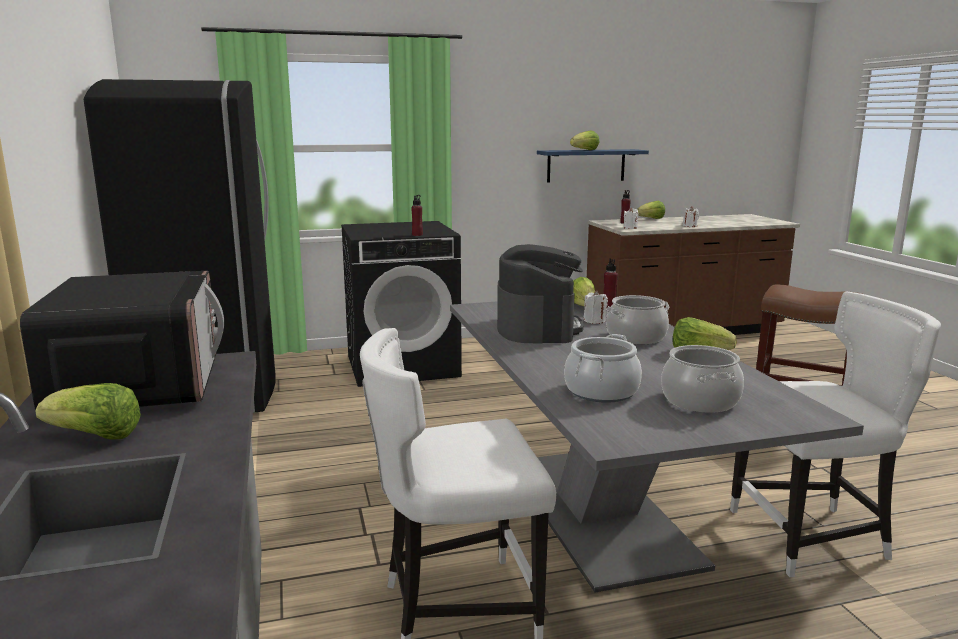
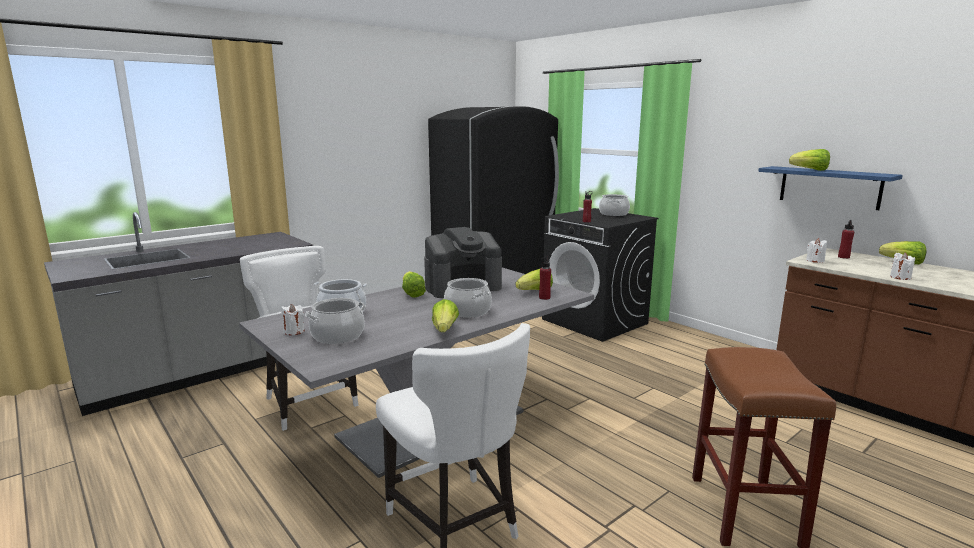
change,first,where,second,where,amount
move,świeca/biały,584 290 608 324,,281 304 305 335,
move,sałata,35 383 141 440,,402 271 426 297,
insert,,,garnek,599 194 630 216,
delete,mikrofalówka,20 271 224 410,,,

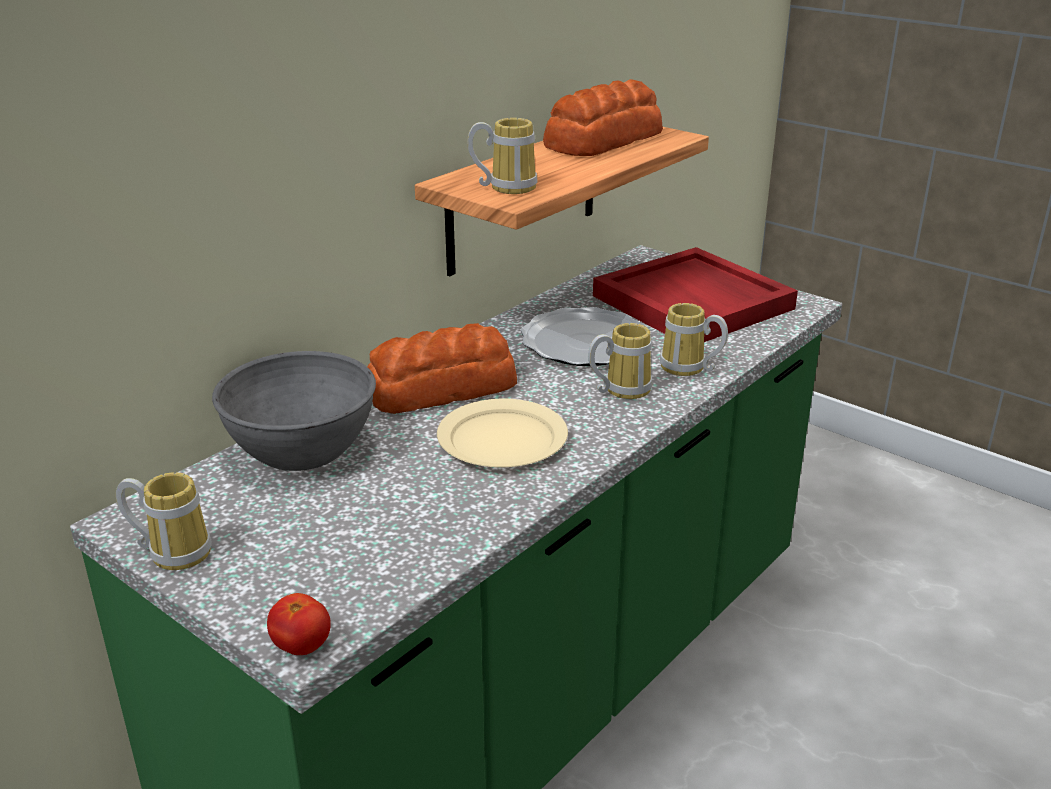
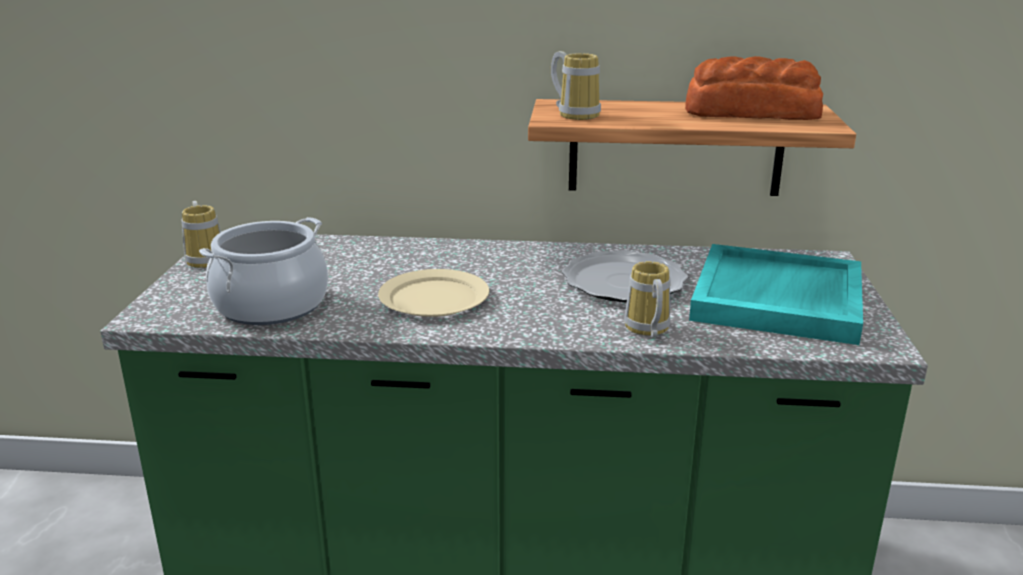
change,first,where,second,where,amount
insert,,,garnek,199 217 328 325,
recolor,taca/czerwony,593 247 798 342,taca/turkusowy,689 244 863 345,
delete,miska/szary,212 351 376 471,,,
delete,pomidor,267 593 331 655,,,
delete,chleb,368 323 517 414,,,
delete,kubek,588 323 652 399,,,

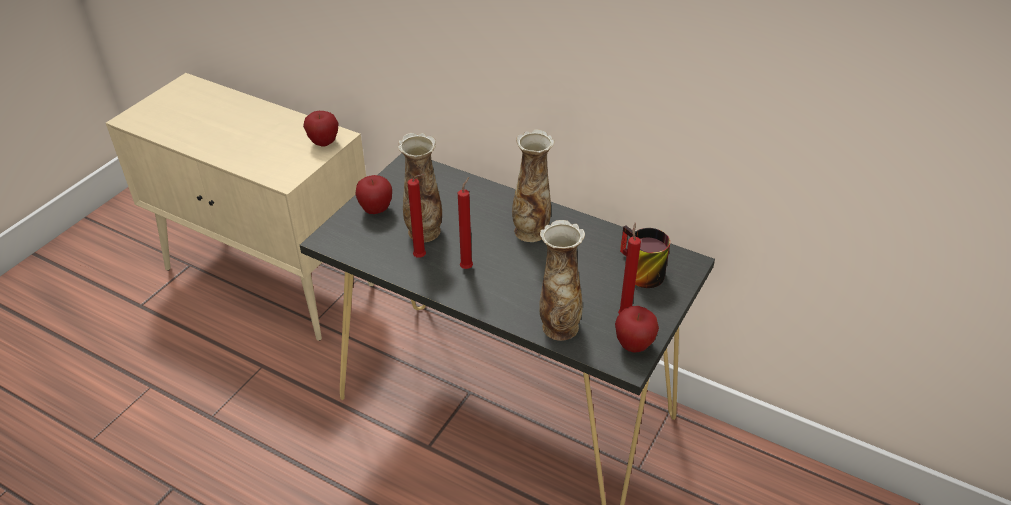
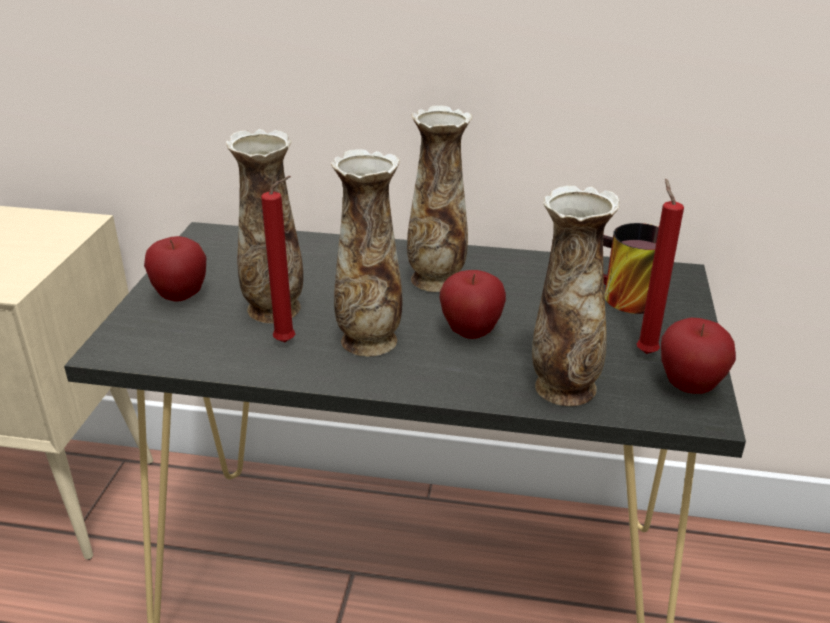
change,first,where,second,where,amount
replace,świeca/czerwony,458 177 473 269,wazon,331 149 402 356,
move,jabłko,303 111 339 147,,440 270 506 339,

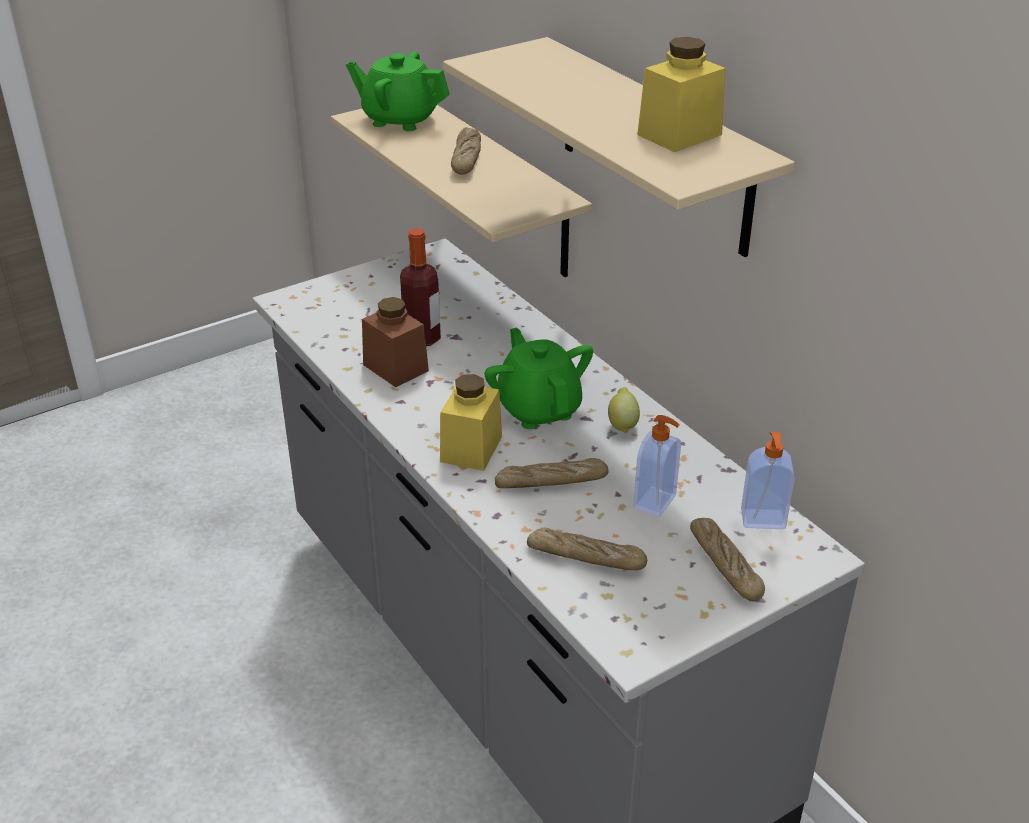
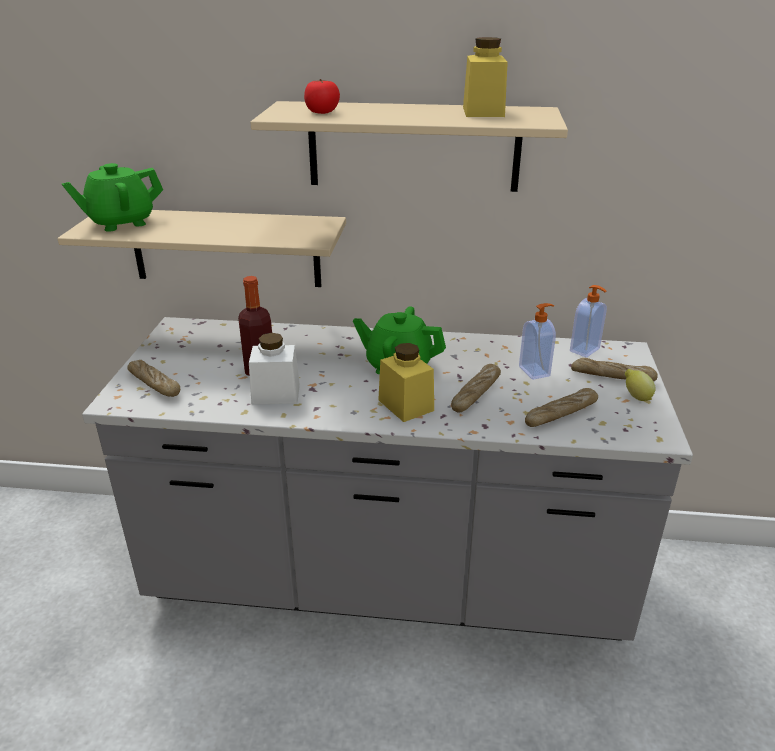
change,first,where,second,where,amount
move,chleb,451 127 481 175,,127 360 180 397,
recolor,słoik/brązowy,362 297 429 387,słoik/biały,249 333 300 405,
insert,,,pomidor,304 79 340 114,
move,cytryna,608 387 640 433,,625 369 655 401,

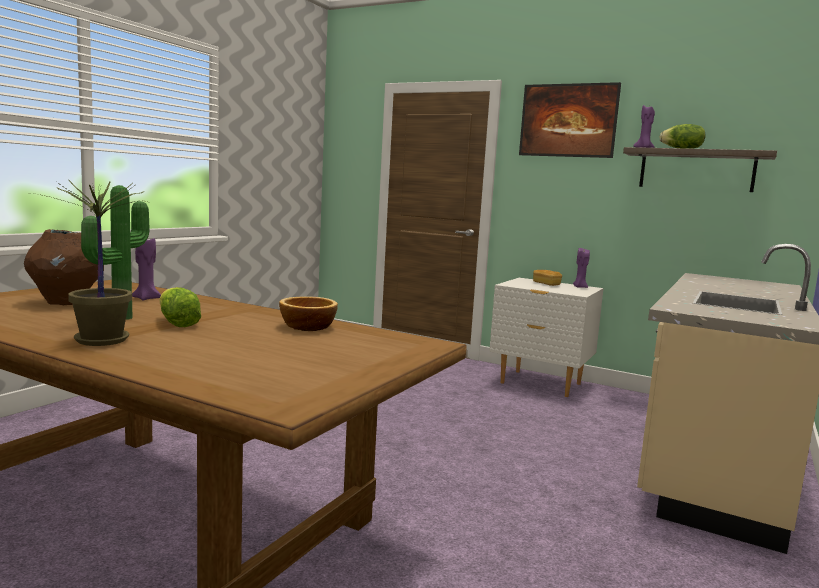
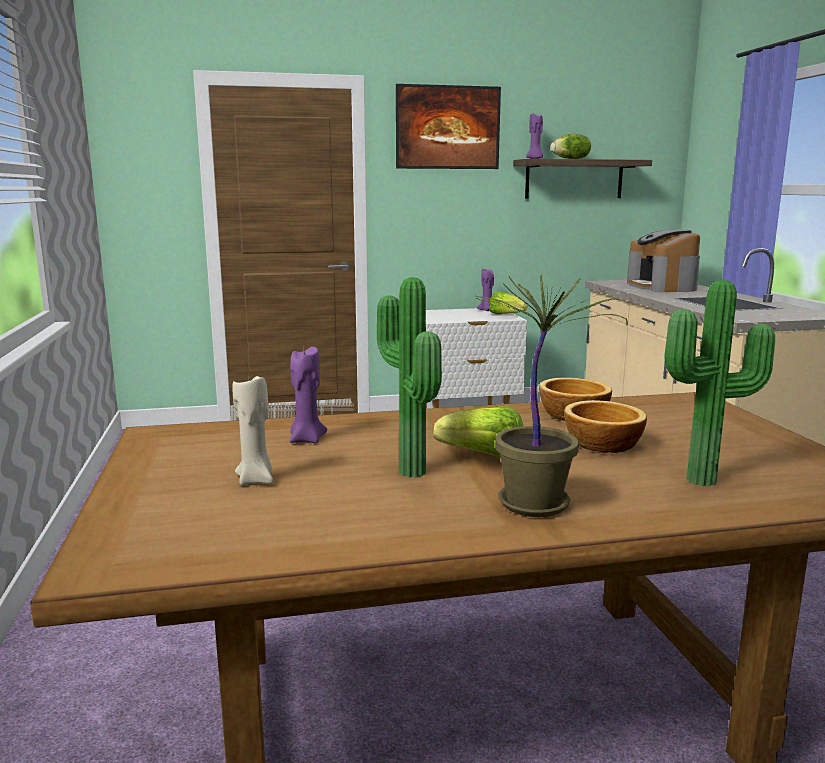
change,first,where,second,where,amount
replace,wazon/brązowy,24 229 104 305,świeca/beżowy,233 376 274 486,
insert,,,sałata,489 291 527 314,
insert,,,miska,564 400 647 453,
insert,,,ekspres do kawy,627 229 700 292,
insert,,,roślina doniczkowa,664 280 775 486,
delete,chleb,533 270 562 286,,,

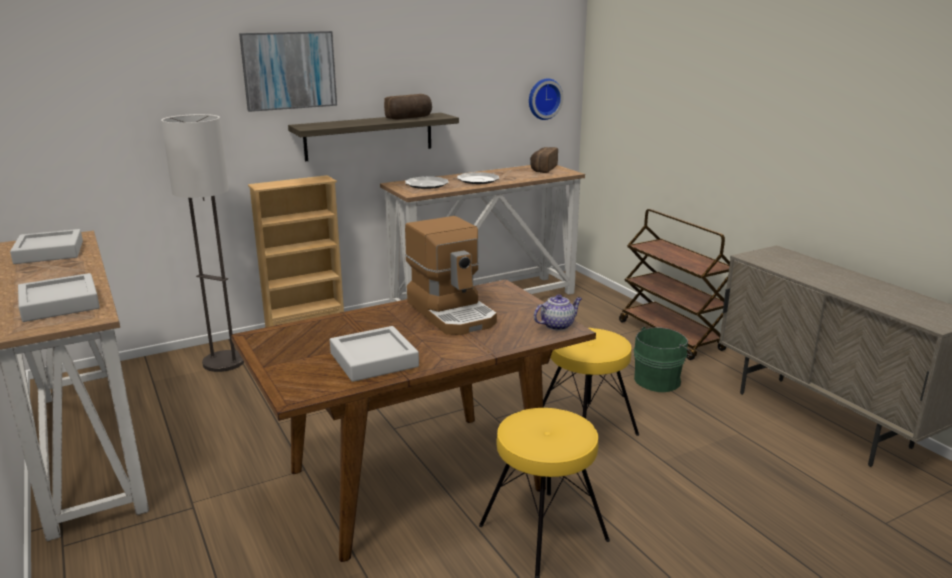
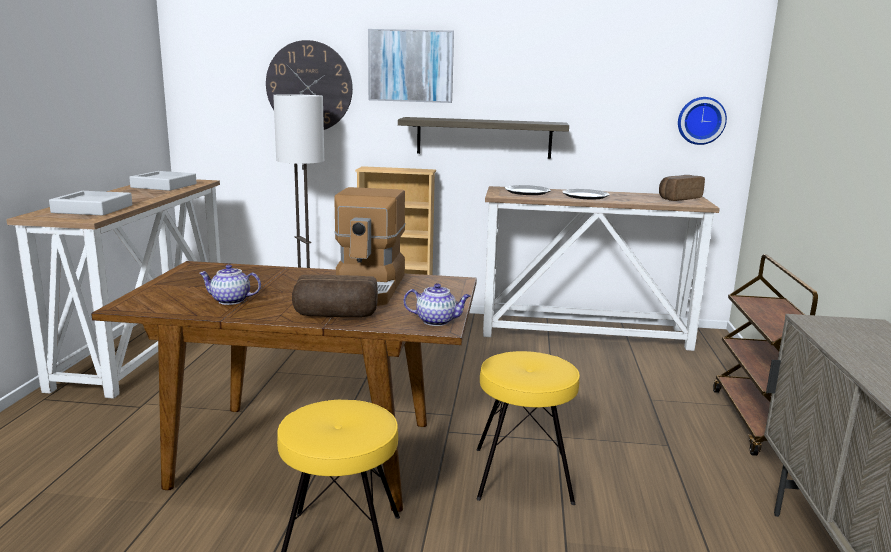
change,first,where,second,where,amount
replace,taca/szary,330 326 419 382,imbryk,199 265 261 305,
insert,,,zegar ścienny,266 40 353 130,
move,chleb,384 94 432 119,,292 275 378 318,
delete,wiadro/zielony,634 327 692 392,,,

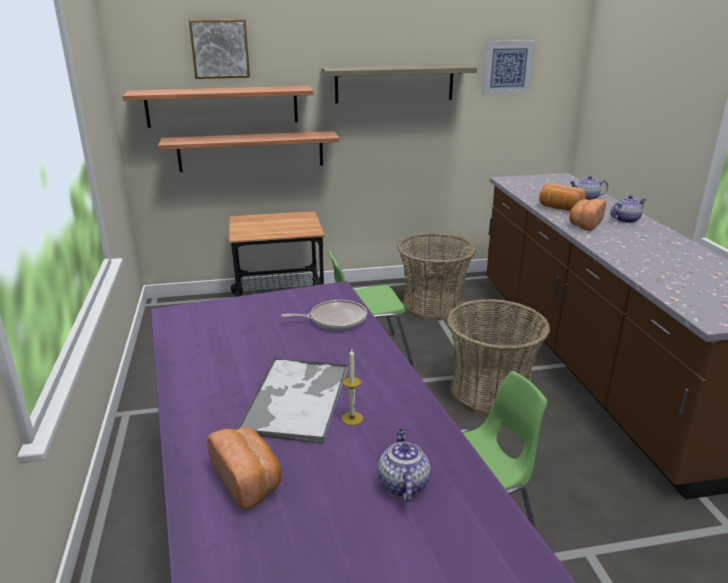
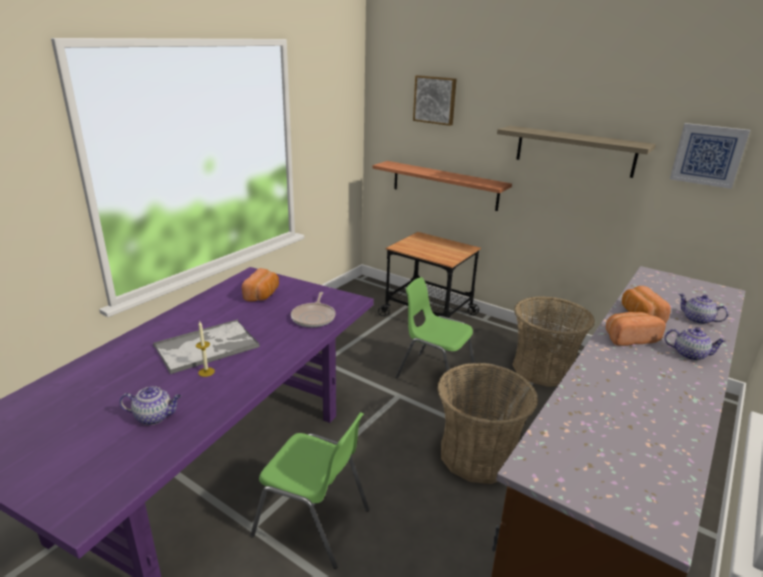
change,first,where,second,where,amount
rotate,imbryk,378 429 430 502,,119 386 181 425,45 degrees clockwise
move,chleb,207 428 281 510,,242 268 279 302,
rotate,patelnia,281 300 367 331,,291 292 336 328,60 degrees clockwise
delete,półka,123 86 313 128,,,

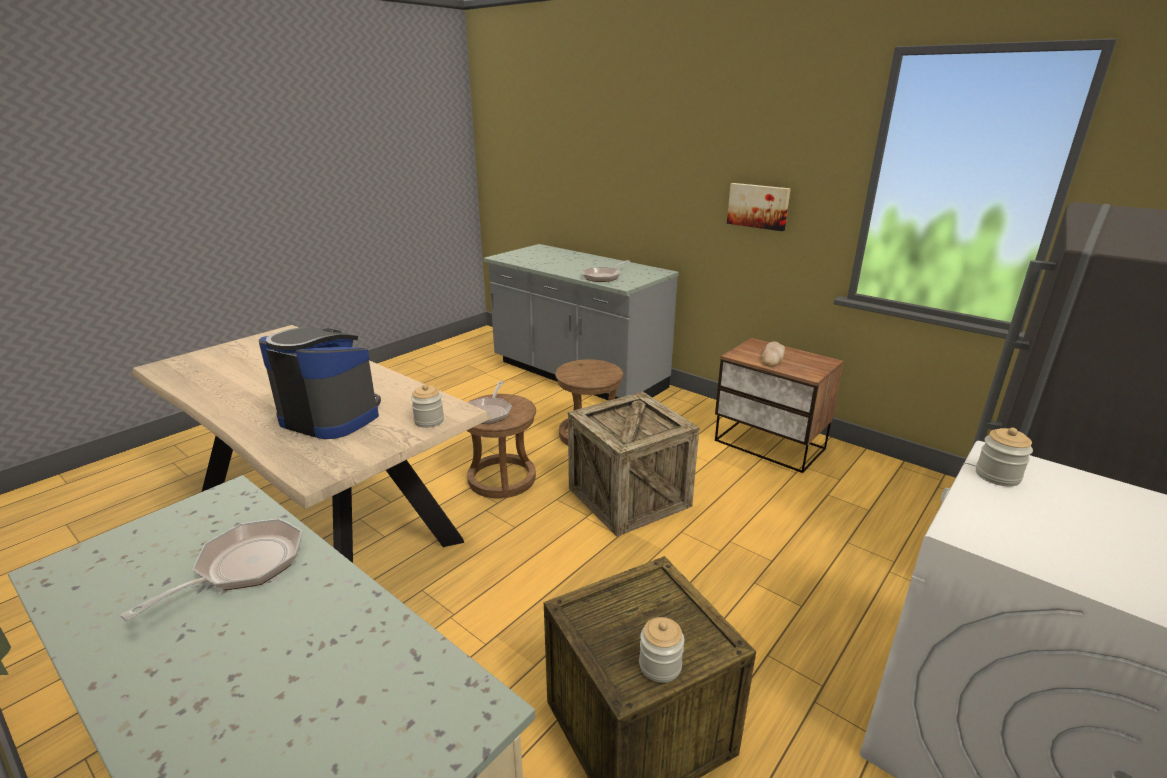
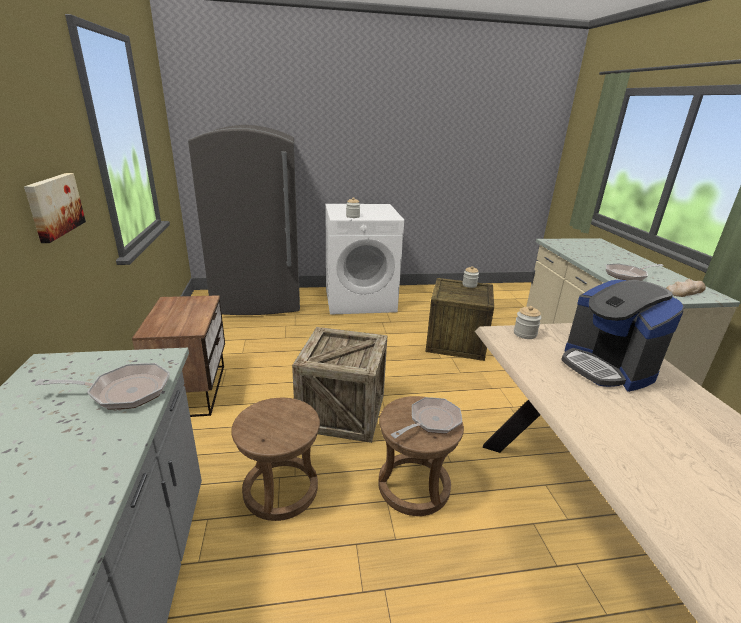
change,first,where,second,where,amount
move,chleb,761 341 785 367,,666 279 706 297,

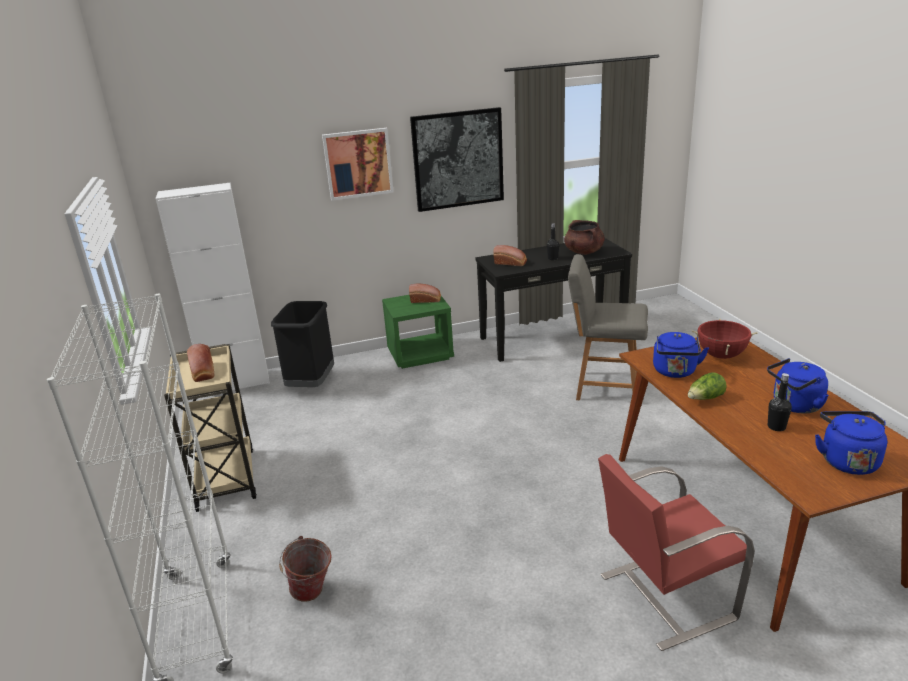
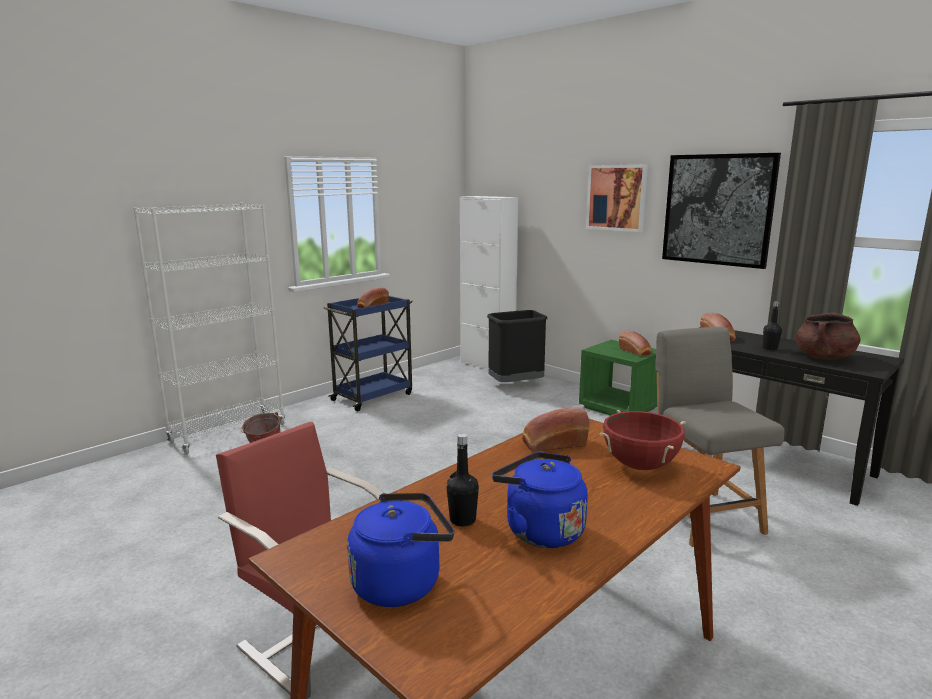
change,first,where,second,where,amount
recolor,wózek/beżowy,164 344 257 512,wózek/niebieski,323 296 413 412,
replace,czajnik/niebieski,653 332 709 378,chleb,522 407 590 452,
delete,sałata,688 372 727 400,,,

